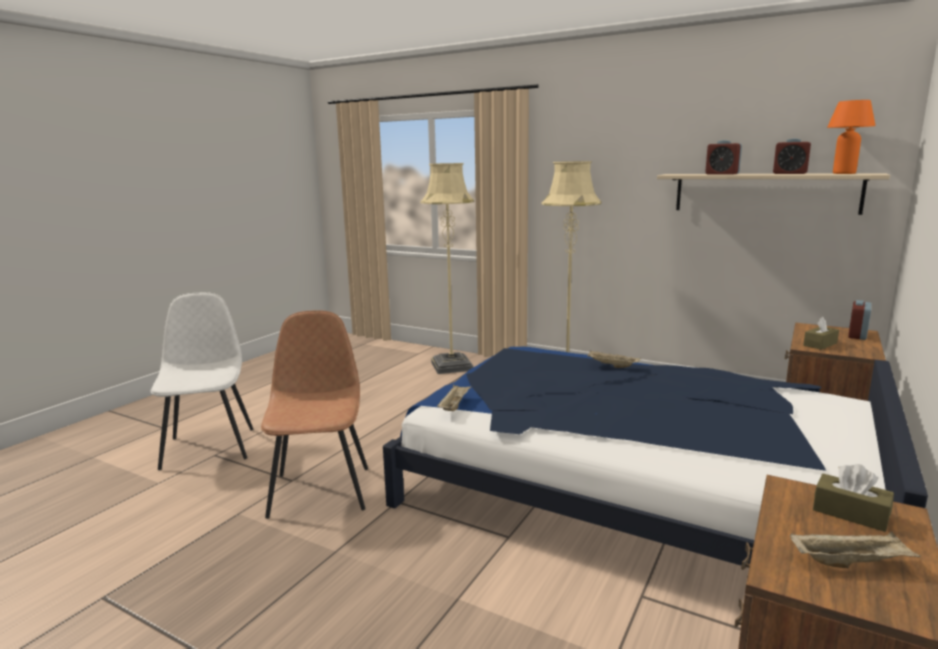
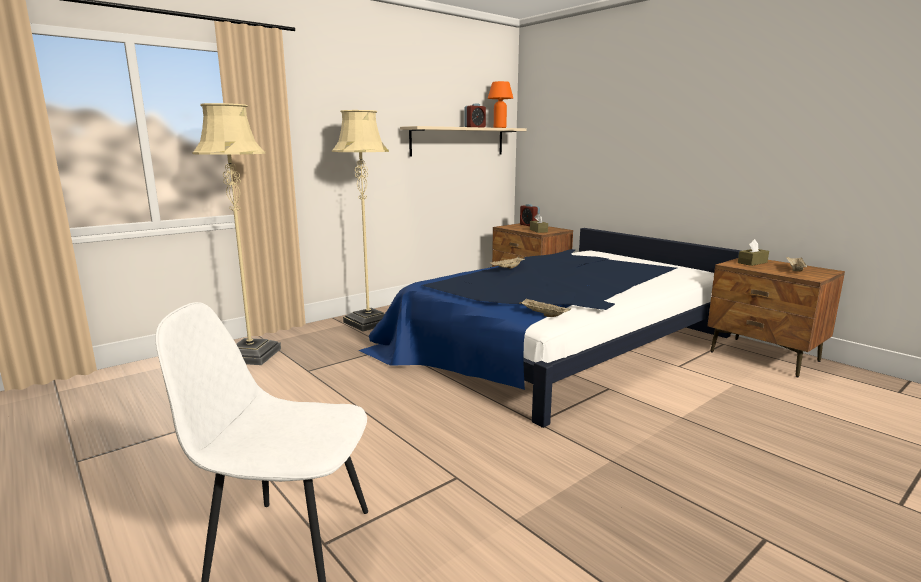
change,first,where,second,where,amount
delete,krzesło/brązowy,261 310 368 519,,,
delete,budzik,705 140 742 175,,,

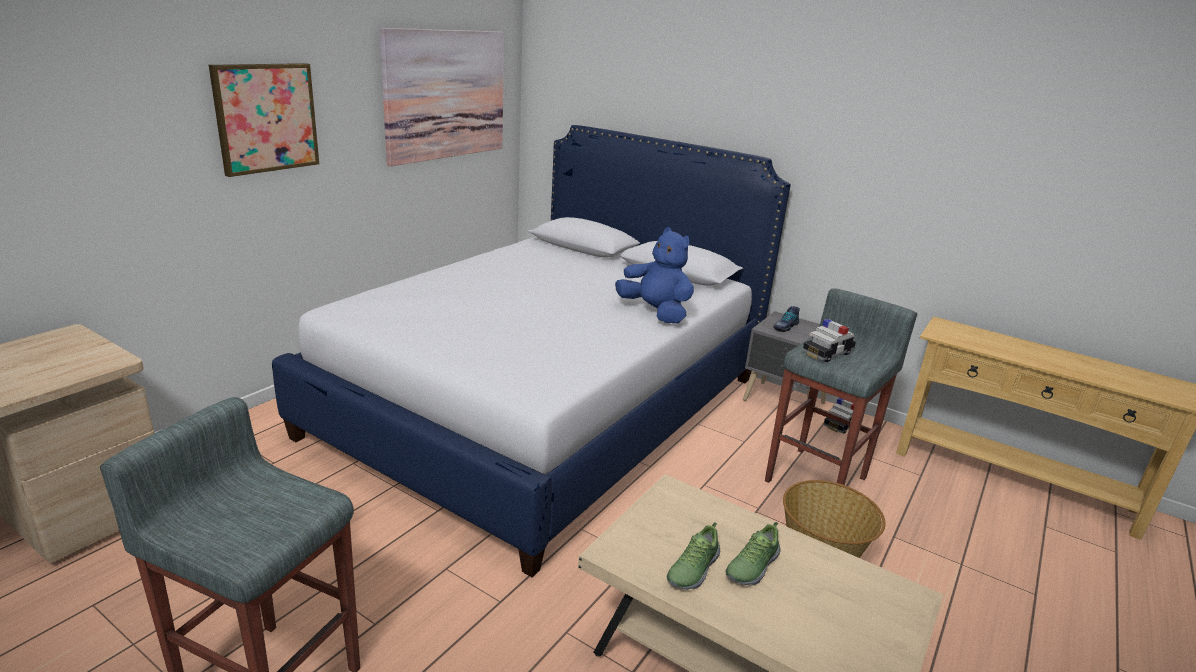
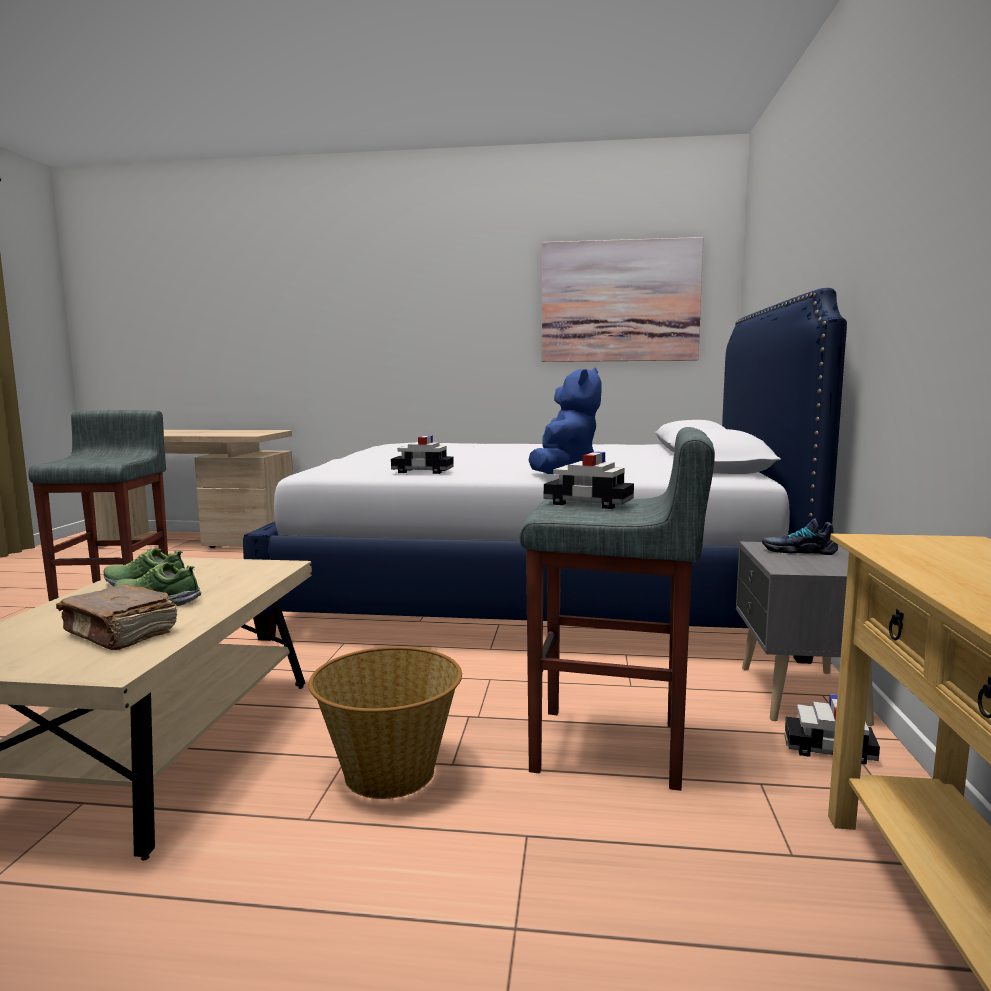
change,first,where,second,where,amount
insert,,,książka/brązowy,56 584 177 650,
insert,,,samochodzik,391 435 454 474,
delete,obraz,209 63 319 177,,,

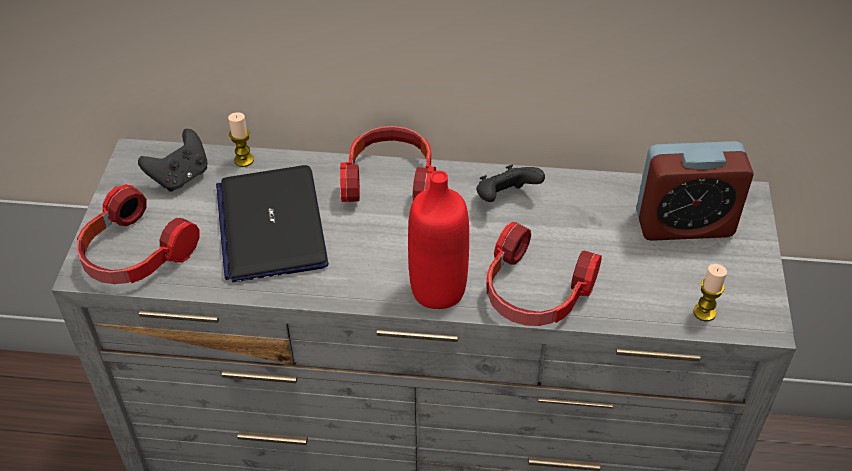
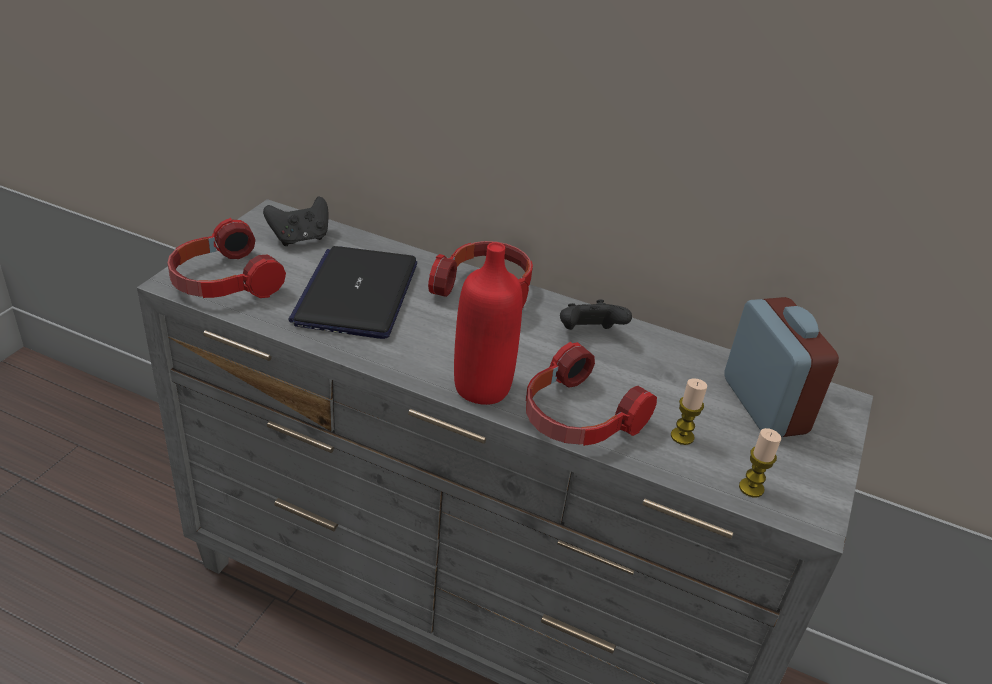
change,first,where,second,where,amount
move,świeca,228 112 254 167,,671 378 707 445,
rotate,budzik,636 141 754 241,,724 297 839 437,120 degrees counterclockwise

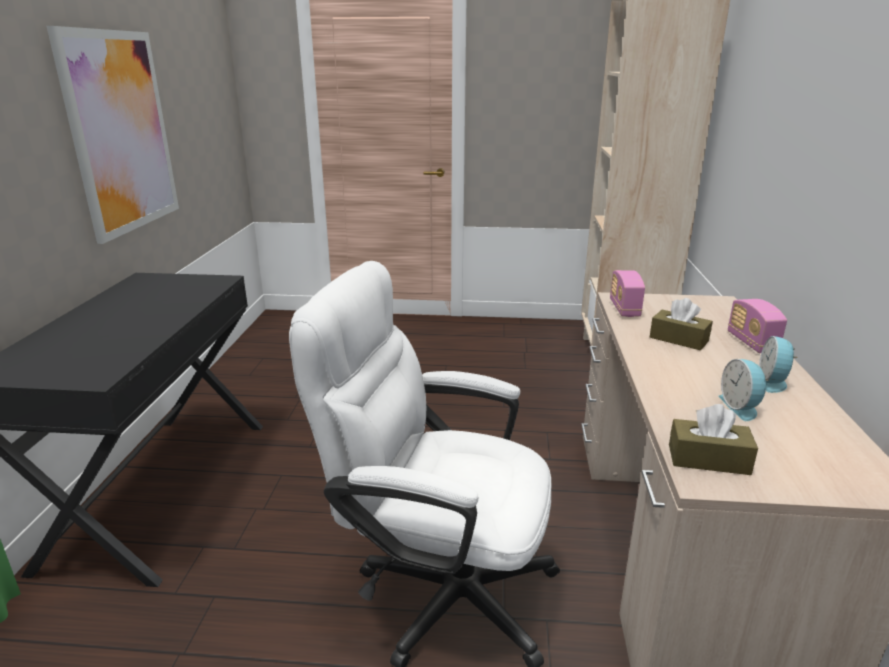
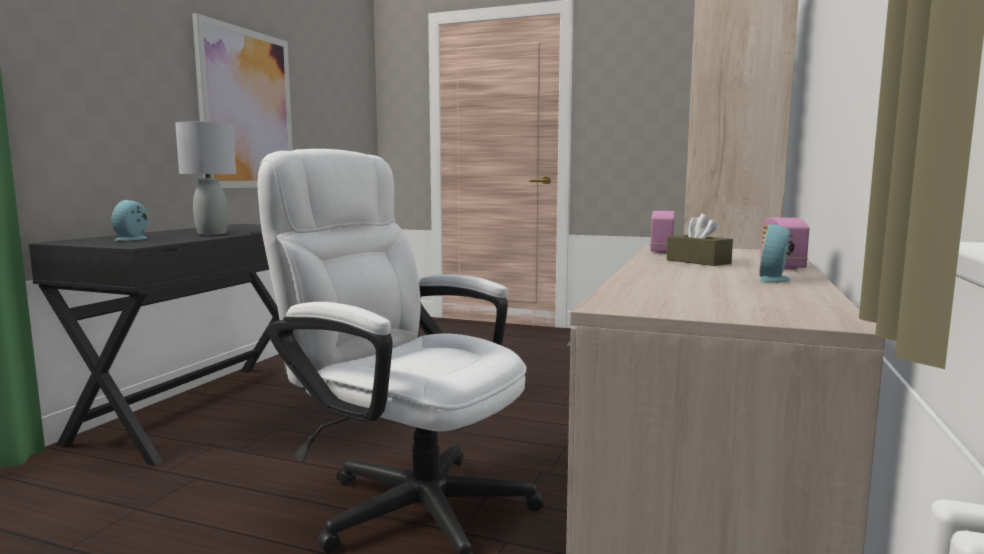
change,first,where,second,where,amount
move,budzik,718 359 769 421,,112 200 148 241,
insert,,,lampa stołowa/szary,175 122 236 235,
delete,pudełko chusteczek/brązowy,669 404 758 475,,,

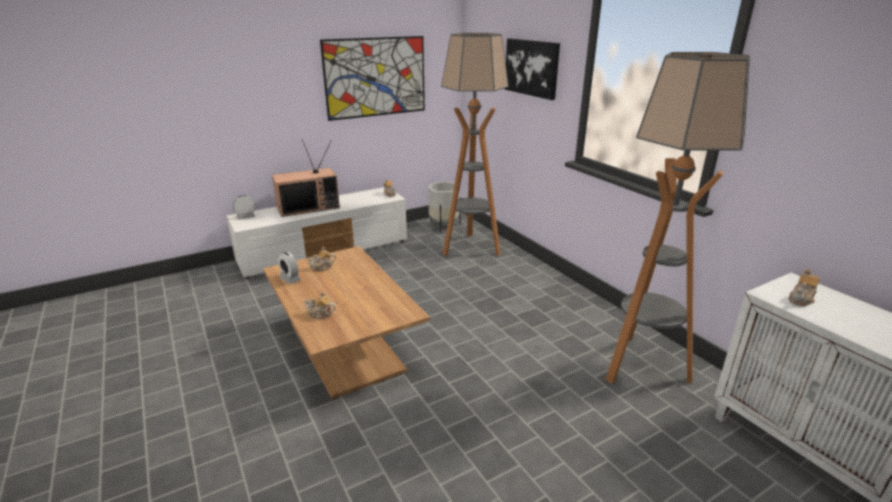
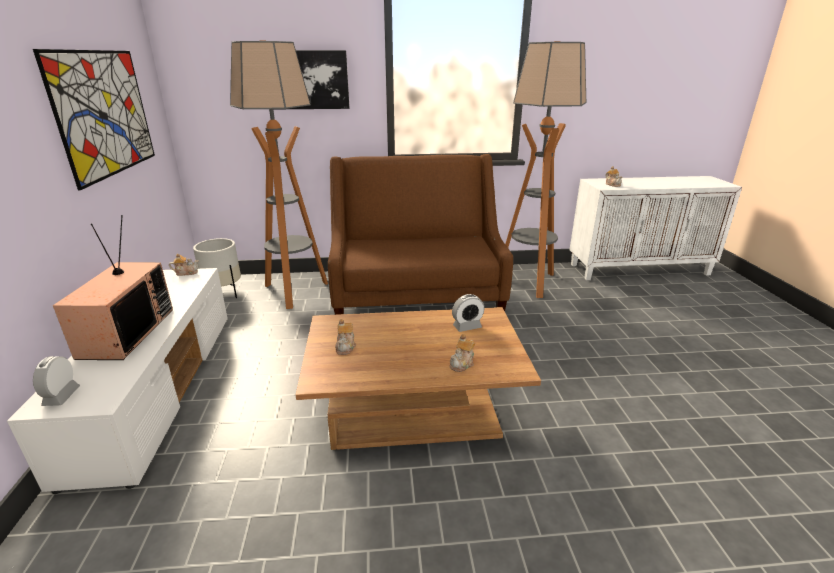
change,first,where,second,where,amount
insert,,,kanapa/brązowy,328 154 513 315,
move,budzik,278 252 301 284,,452 294 484 332,

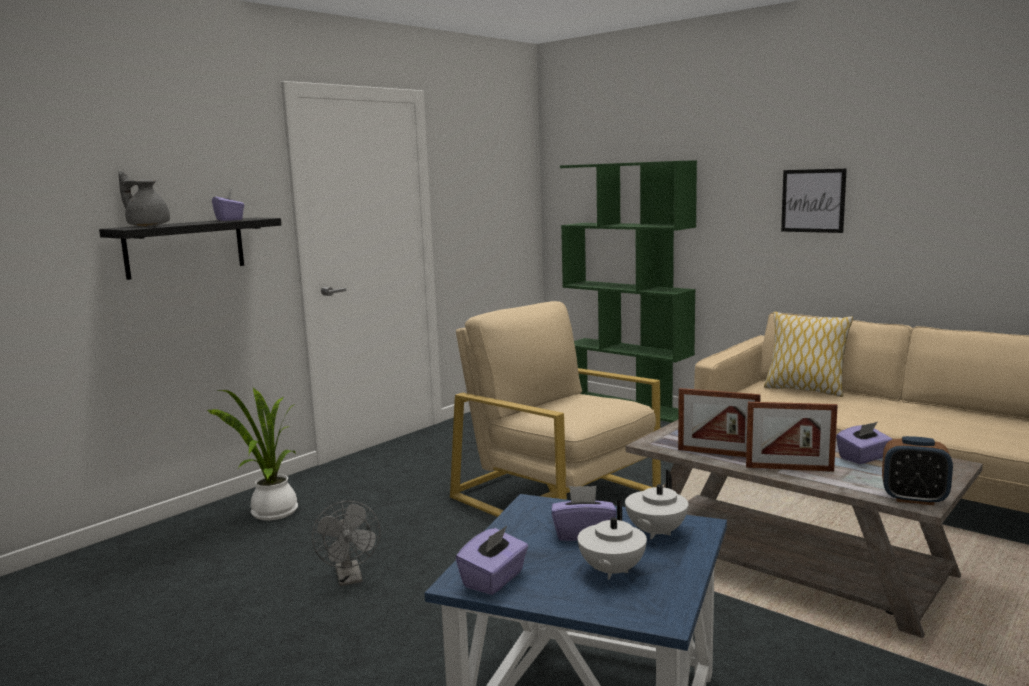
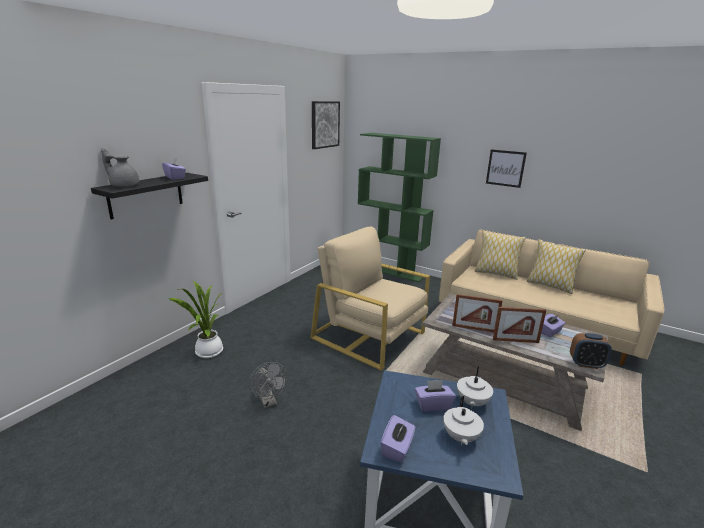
change,first,where,second,where,amount
insert,,,obraz,312 101 340 149,
insert,,,poduszka,527 239 586 294,

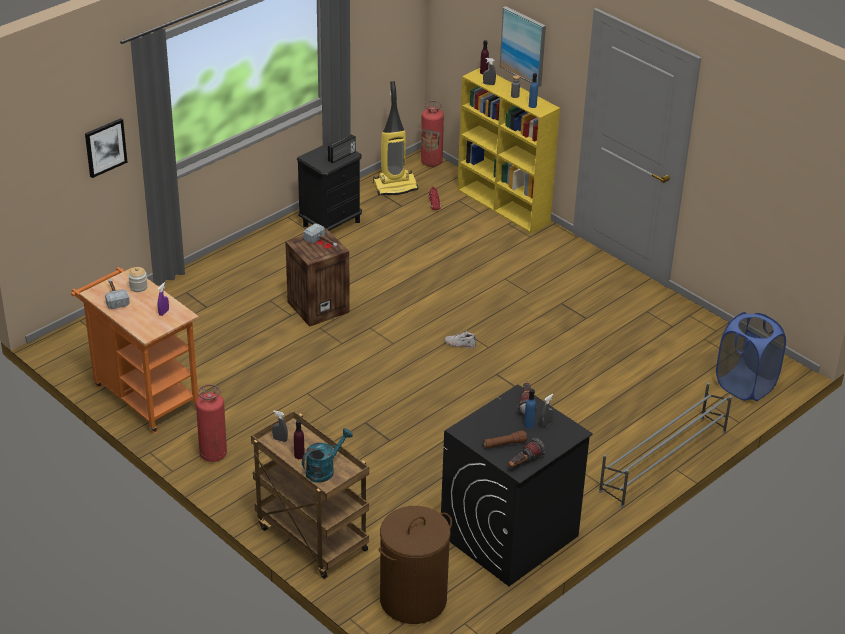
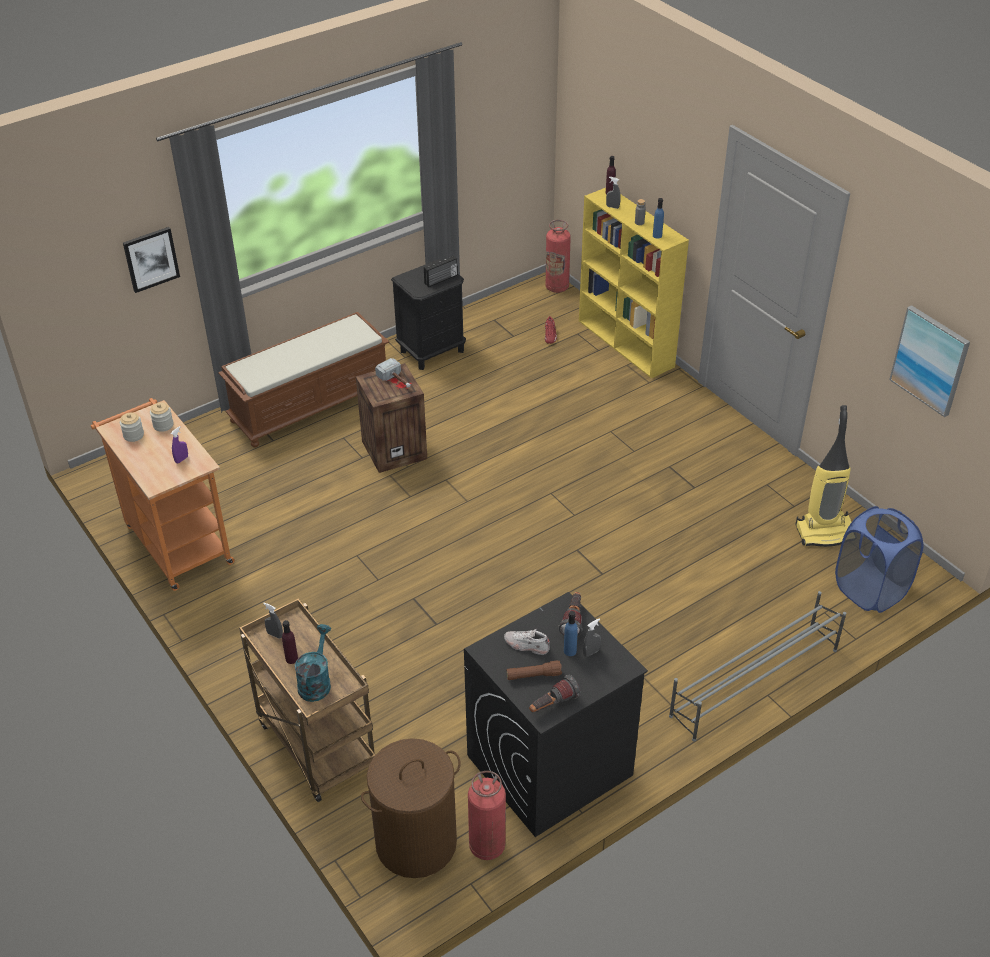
change,first,where,second,where,amount
replace,młotek,105 279 130 309,słoik,120 412 144 442,
insert,,,ławka/brązowy,218 312 389 447,
rotate,konewka/turkusowy,302 428 353 483,,295 624 331 702,45 degrees counterclockwise
move,gaśnica,196 384 227 462,,468 771 506 860,
move,but/biały,445 331 476 348,,504 629 550 655,
move,odkurzacz,374 81 418 195,,796 405 851 547,
move,obraz,500 6 546 87,,889 305 970 417,

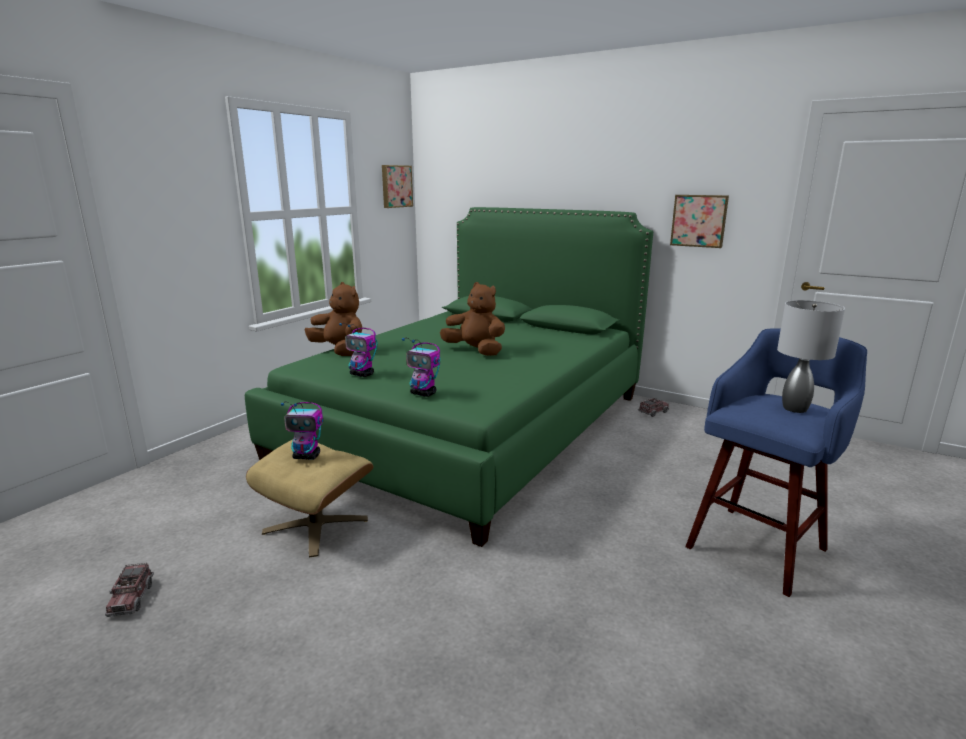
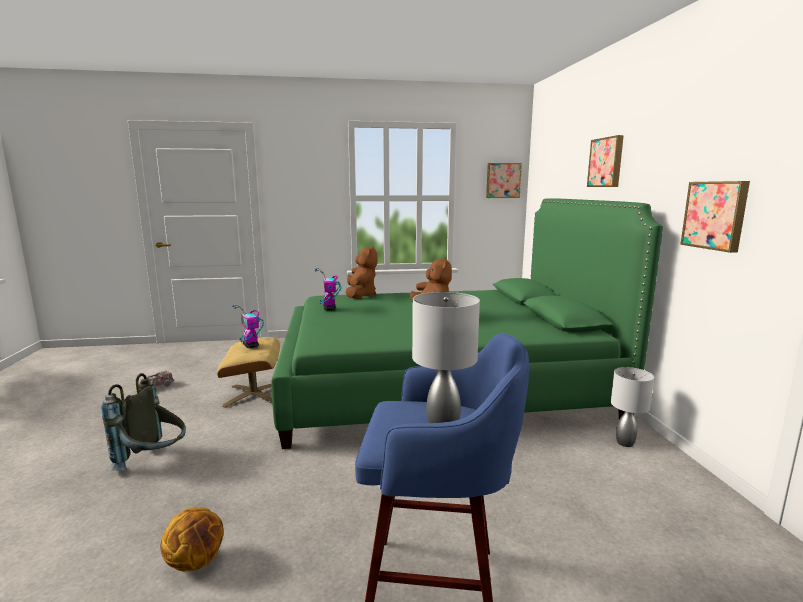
change,first,where,second,where,amount
insert,,,plecak/szary,101 373 186 471,
insert,,,piłka do koszykówki,161 507 224 571,
insert,,,obraz,587 135 624 187,
replace,ciężarówka zabawkowa,638 398 669 417,lampa stołowa/szary,611 367 654 447,
delete,robot zabawkowy,402 338 440 397,,,

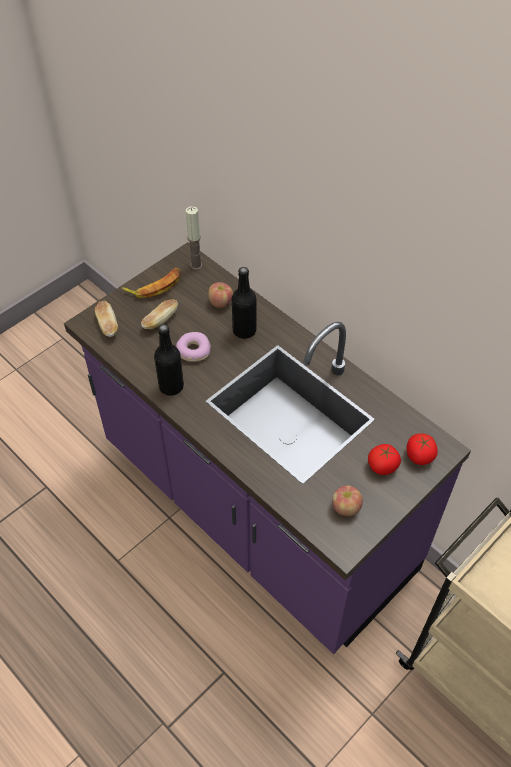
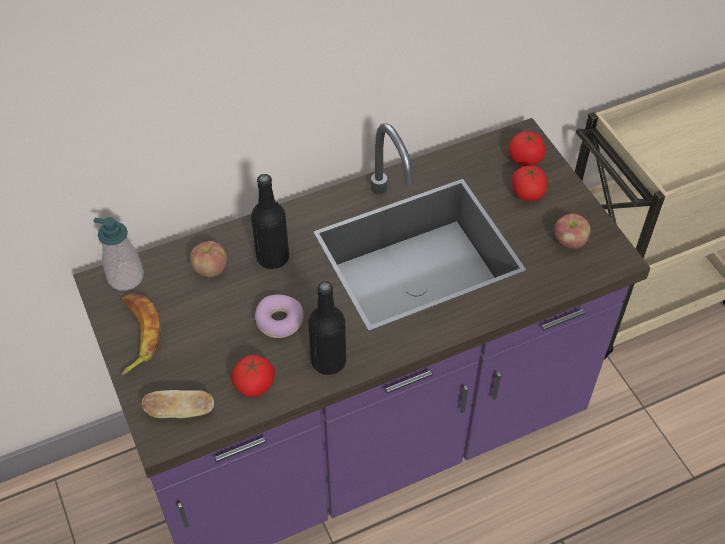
change,first,where,second,where,amount
replace,świeca,186 206 203 270,dozownik mydła,93 217 144 291,
insert,,,pomidor,231 355 275 397,
delete,chleb,141 299 178 329,,,

